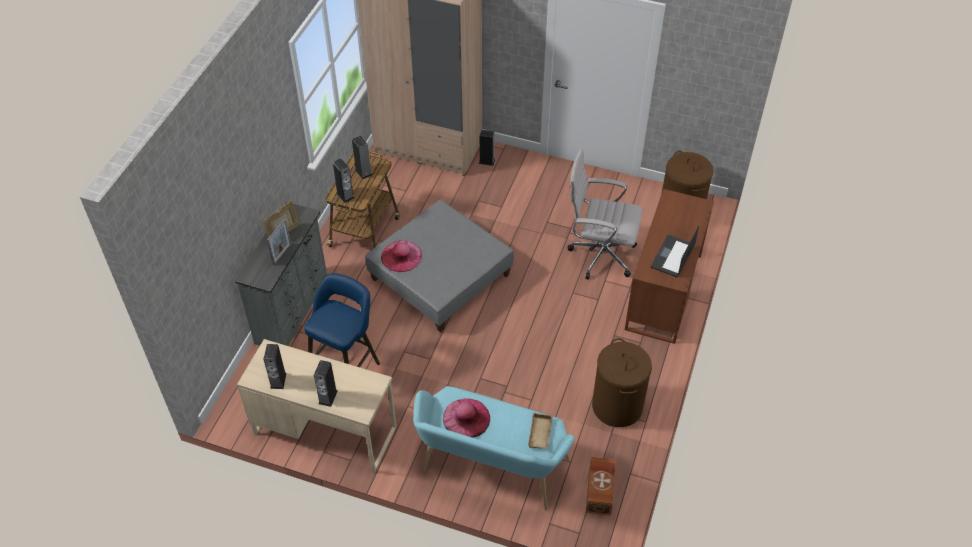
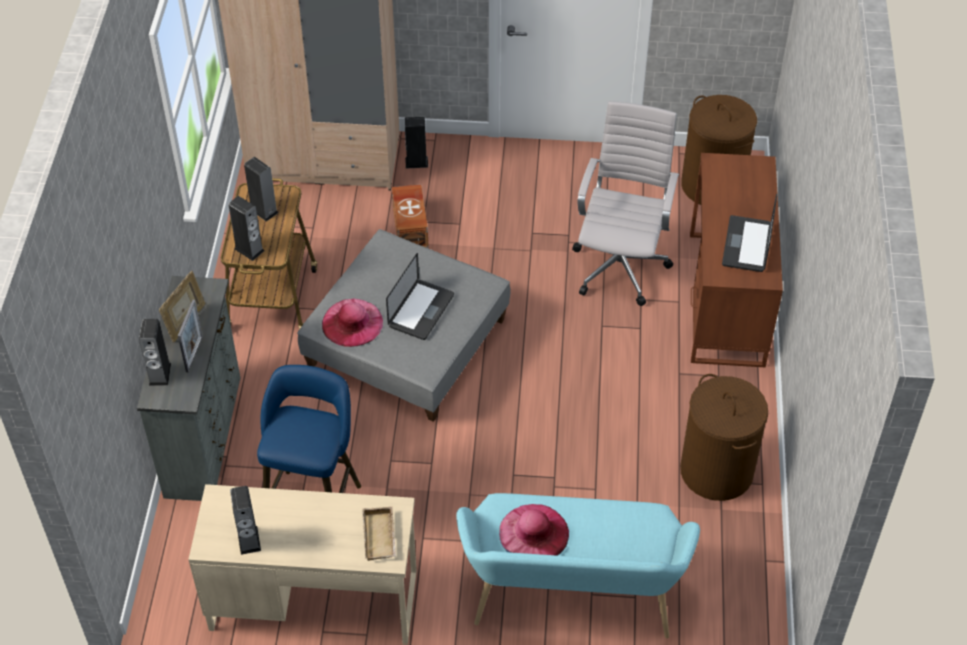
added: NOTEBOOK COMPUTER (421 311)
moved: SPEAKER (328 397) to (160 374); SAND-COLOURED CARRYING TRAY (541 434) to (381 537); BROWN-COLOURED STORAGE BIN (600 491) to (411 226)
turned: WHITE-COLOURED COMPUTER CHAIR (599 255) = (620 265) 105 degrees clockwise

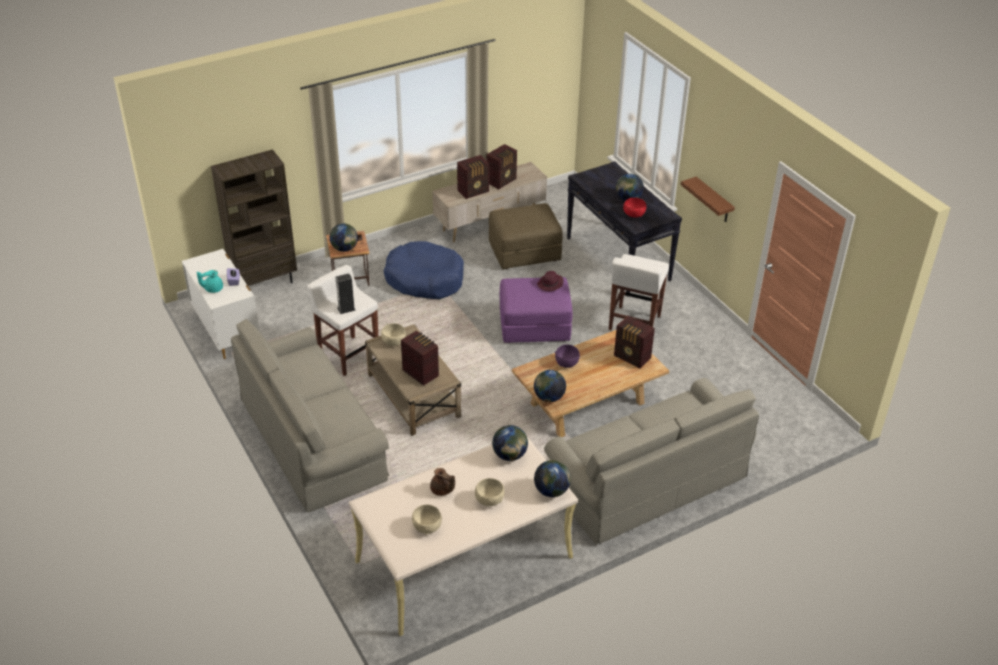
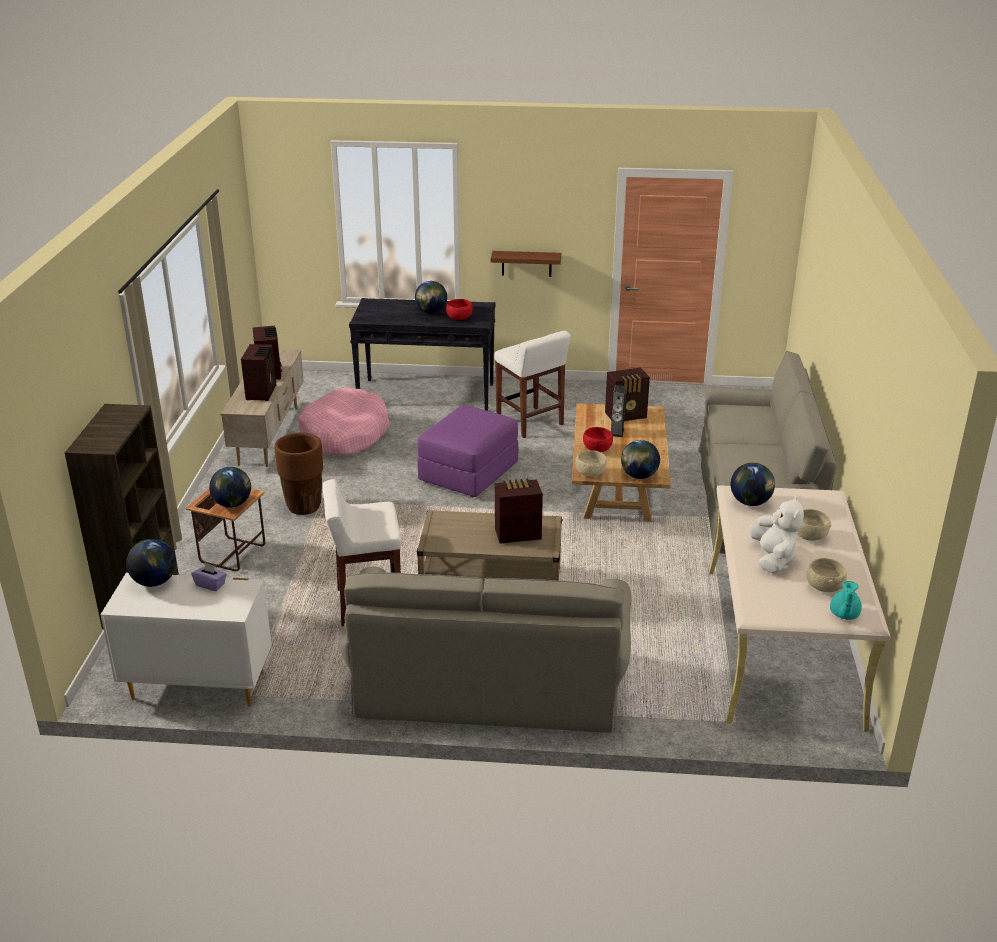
removed: PURPLISH WEARABLE HAT (550 284)
moved: BLUE-GREEN TEAPOT (213 289) to (844 614); SPEAKER (346 309) to (617 432); SAND-COLOURED BOWL (393 341) to (590 473); WORLD GLOBE (551 490) to (154 581)
replaced: BLUISH PET BED (424 279) to BROWN-COLOURED PLANTER (304 506); BROWN-COLOURED TEAPOT (442 490) to WHITE-COLOURED PLUSH TOY (772 559); BROWN-COLOURED OTTOMAN (524 252) to PINKISH PET BED (344 435)
recoloured: PURPLISH BOWL (566 363) to RED-COLOURED BOWL (597 449)

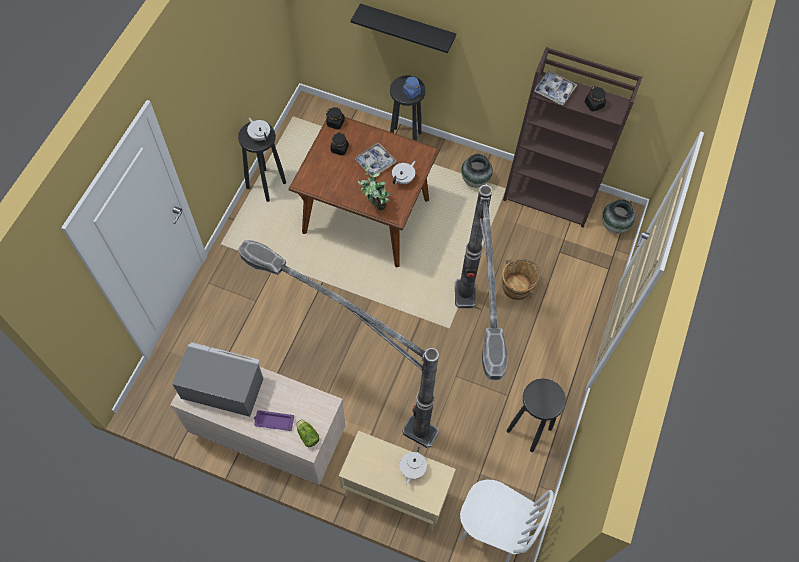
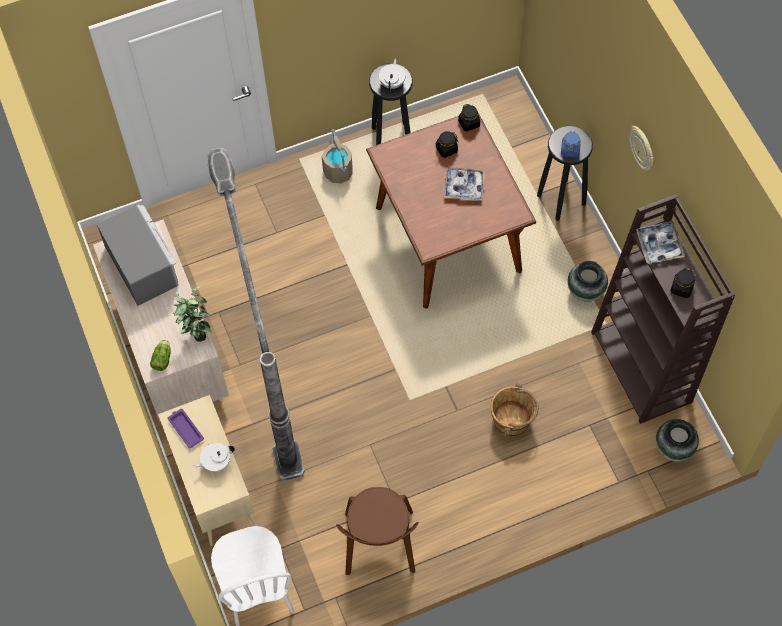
removed: BLACKISH WALL SHELF (407 28); WHITE-COLOURED TEAPOT (403 179); STANDARD LAMP (467 364)
added: SAND-COLOURED BUCKET (338 172); HANGING CLOCK (642 149)
moved: PURPLISH CARRYING TRAY (273 421) to (185 429); HOUSEPLANT (375 206) to (196 331)
replaced: BLACKISH STOOL SEAT (528 430) to BROWN-COLOURED PLAIN CHAIR (379 546)

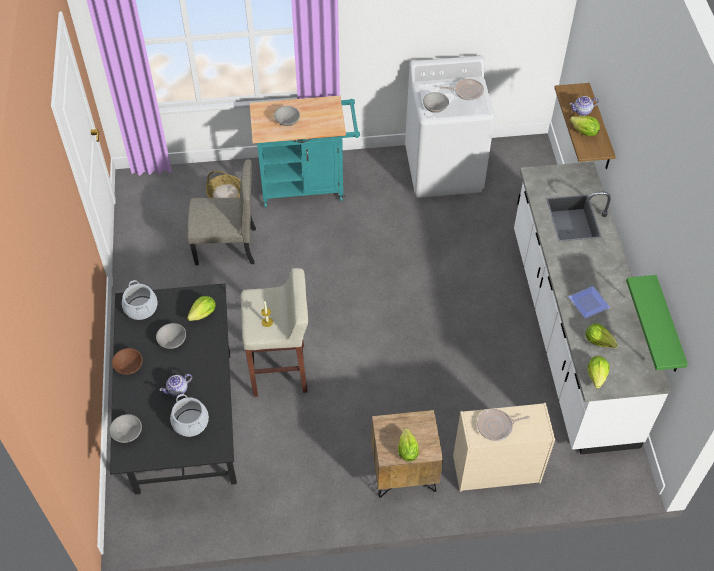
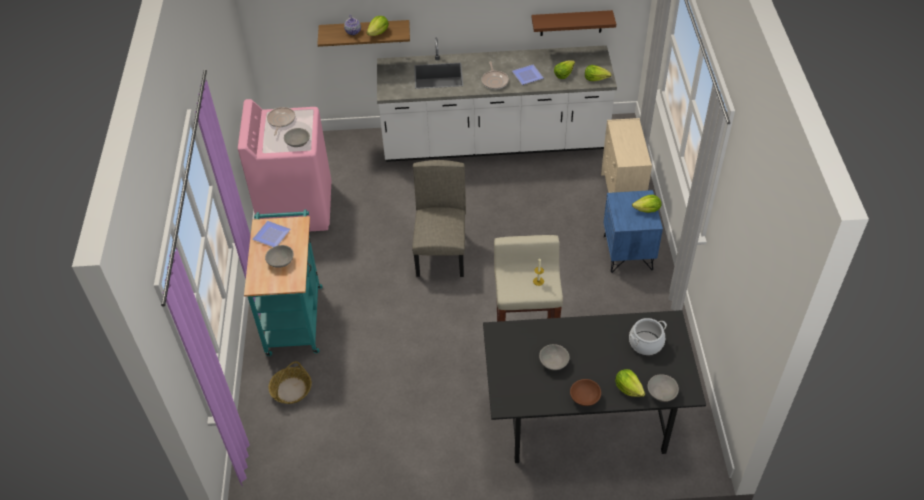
removed: SAUCEPOT (141 308); TEAPOT (177 390)
added: FLAT DISH (272 236)
moved: SAND-COLOURED PLAIN CHAIR (226 246) to (442 255); LETTUCE (203 314) to (628 388); SKILLET (496 426) to (494 81)
recoloured: BROWN-COLOURED NIGHT TABLE (404 472) to BLUISH NIGHT TABLE (628 253); WHITE-COLOURED WASHING MACHINE (444 169) to PINKISH WASHING MACHINE (296 207); GREEN-COLOURED WALL SHELF (667 327) to BROWN-COLOURED WALL SHELF (571 23)

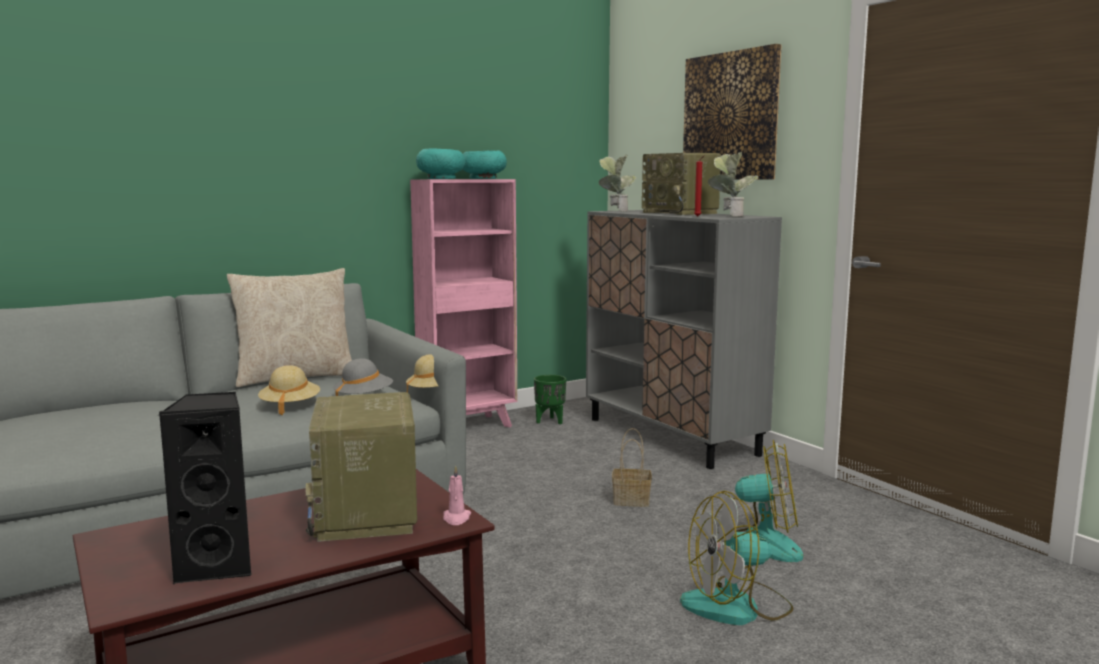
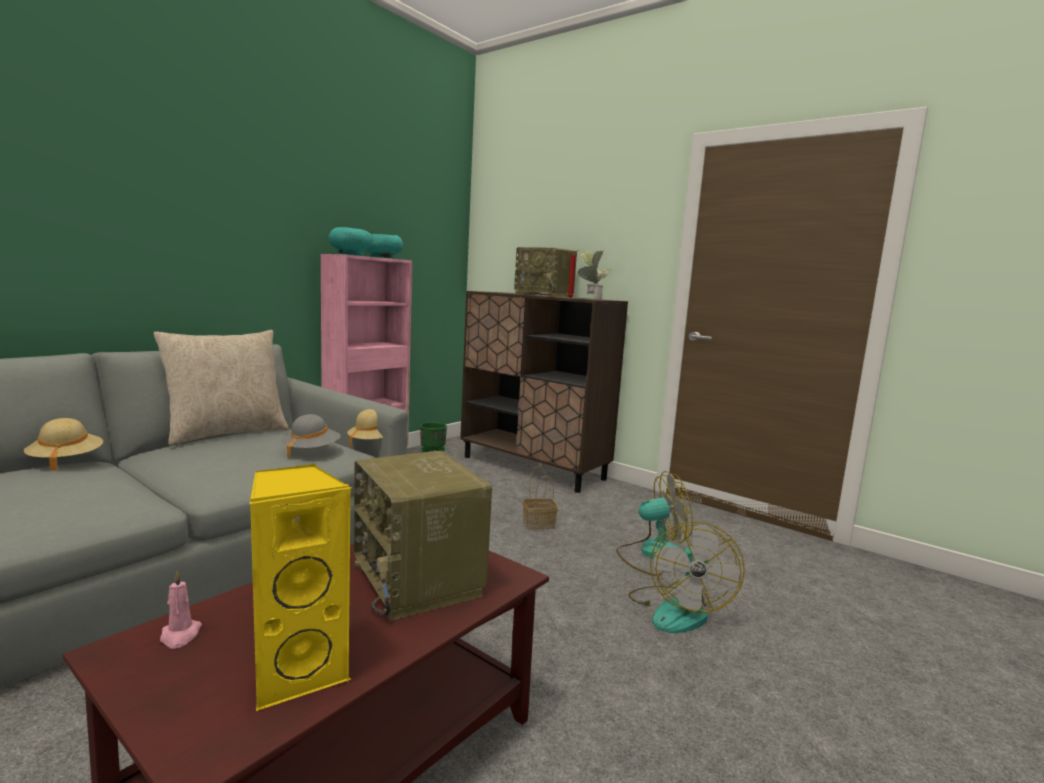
removed: HOUSEPLANT (615 211); PICTURE (731 116)
moved: SAND-COLOURED WEARABLE HAT (290 406) to (66 461); PINKISH WAX LIGHT (456 518) to (180 635)
recoloured: BLACKISH SPEAKER (218 566) to YELLOW-COLOURED SPEAKER (298 672); GREYISH CUPBOARD (671 436) to BROWN-COLOURED CUPBOARD (533 468)
turned: ELECTRIC FAN (737 606) = (678 610) 45 degrees counterclockwise

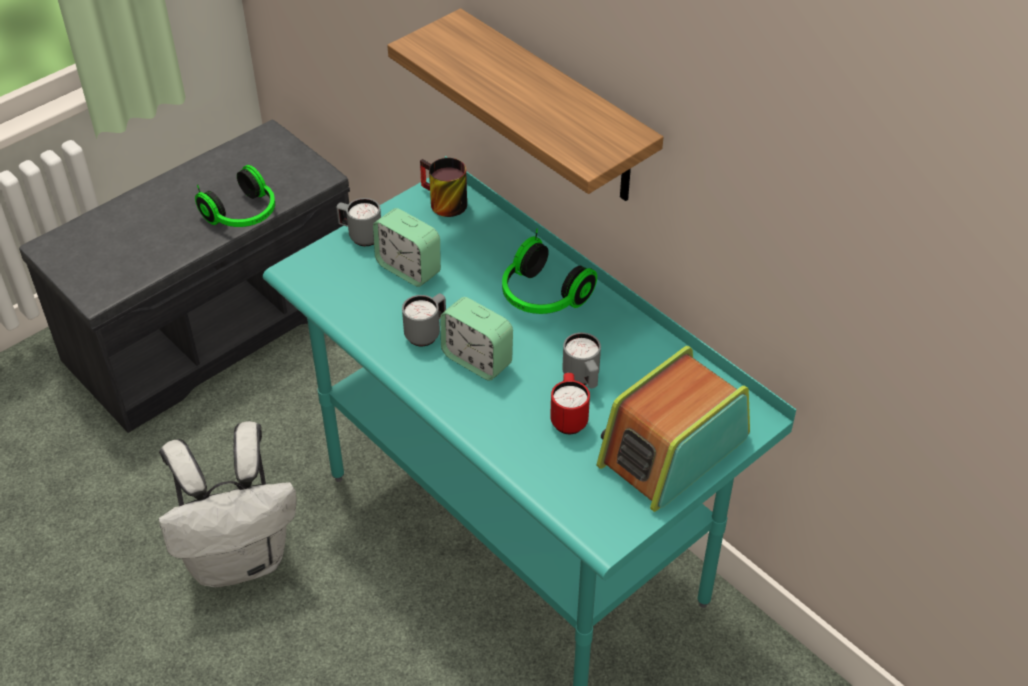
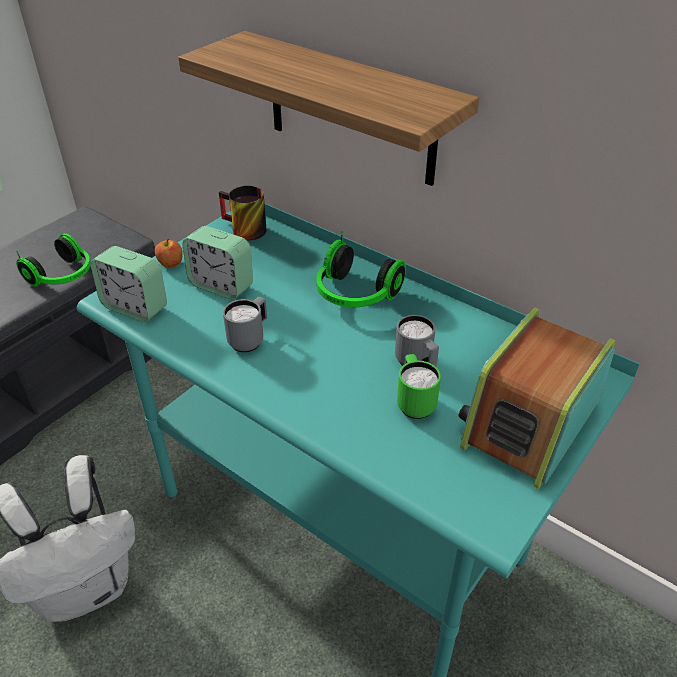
moved: TABLE CLOCK (477 360) to (135 307)
replaced: GREYISH MUG (360 236) to WHOLE APPLE (171 264)
recoloured: RED-COLOURED MUG (568 418) to GREEN-COLOURED MUG (414 402)

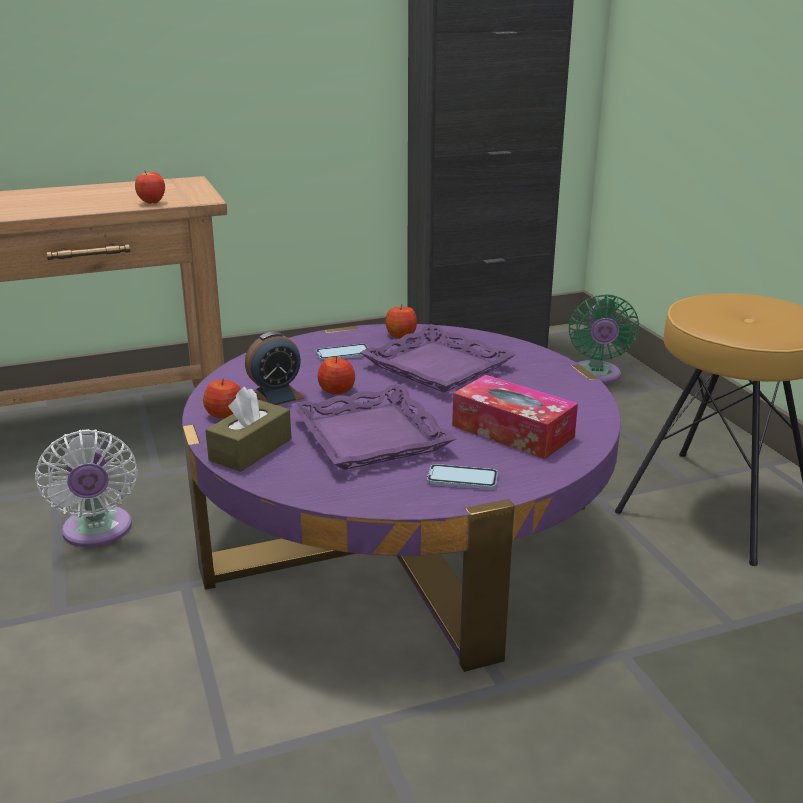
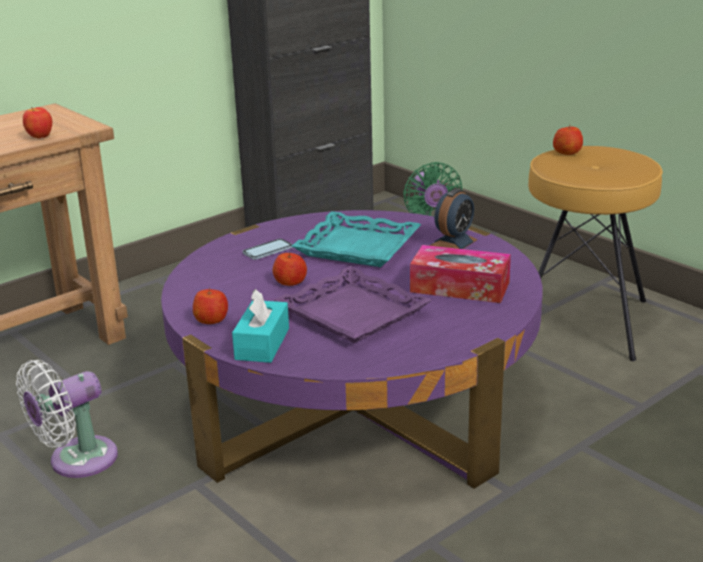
removed: TELEPHONE (462 479)
moved: TABLE CLOCK (275 396) to (453 242); WHOLE APPLE (401 335) to (567 152)
recoloured: BROWN-COLOURED BOX OF TISSUES (250 449) to BLUE-GREEN BOX OF TISSUES (262 344); PURPLISH CARRYING TRAY (436 367) to BLUE-GREEN CARRYING TRAY (357 247)
turned: WHITE-COLOURED ELECTRIC FAN (97 532) = (77 461) 90 degrees clockwise

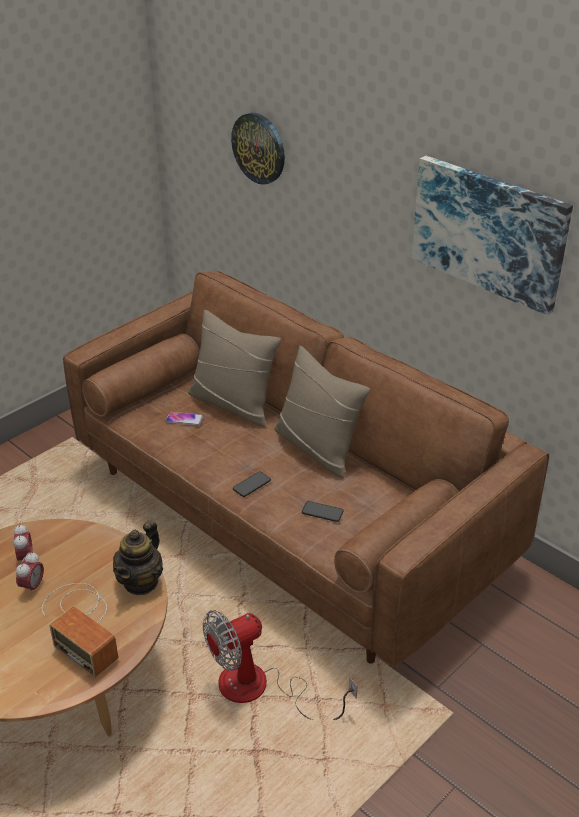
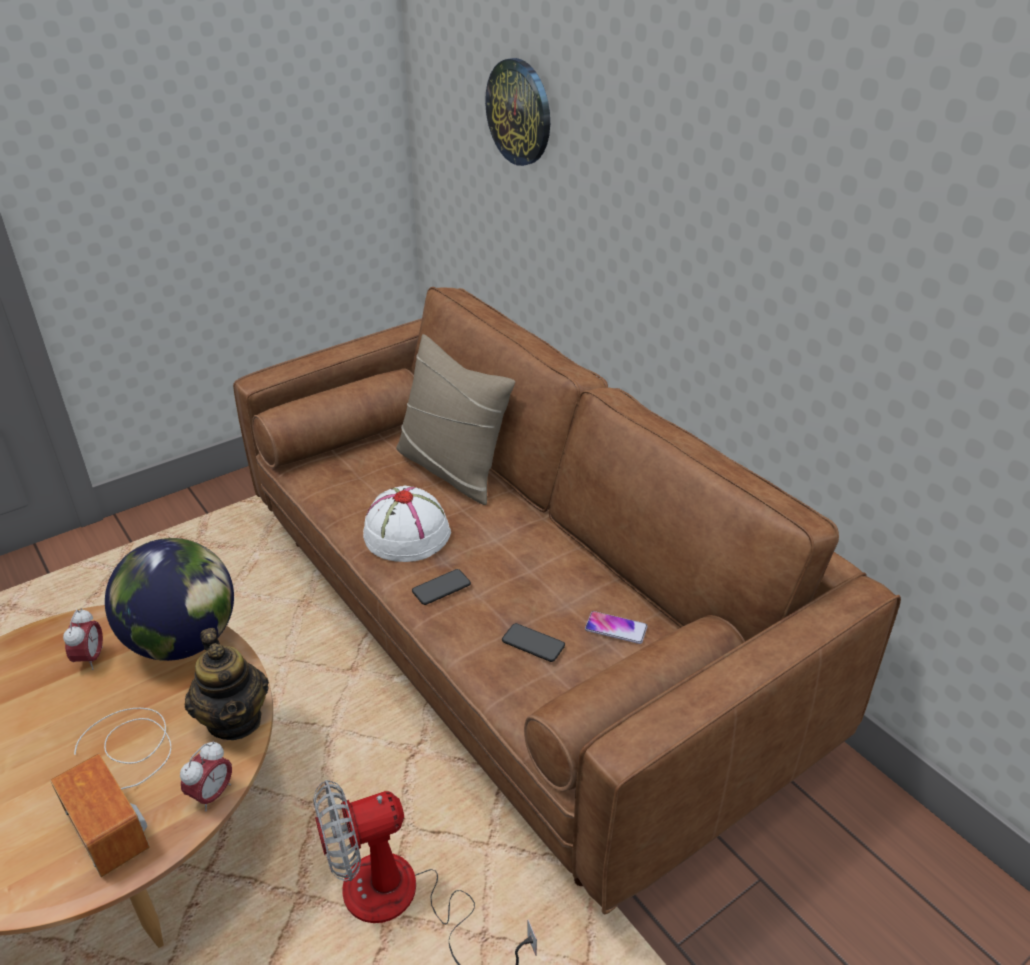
removed: SAND-COLOURED THROW PILLOW (317 448); PICTURE (489 232)
added: WORLD GLOBE (183 641); WHITE-COLOURED WEARABLE HAT (406 533)
moved: TABLE CLOCK (32 586) to (212 795); TELEPHONE (184 419) to (616 628)
turned: TEAPOT (141 582) = (235 719) 60 degrees counterclockwise

